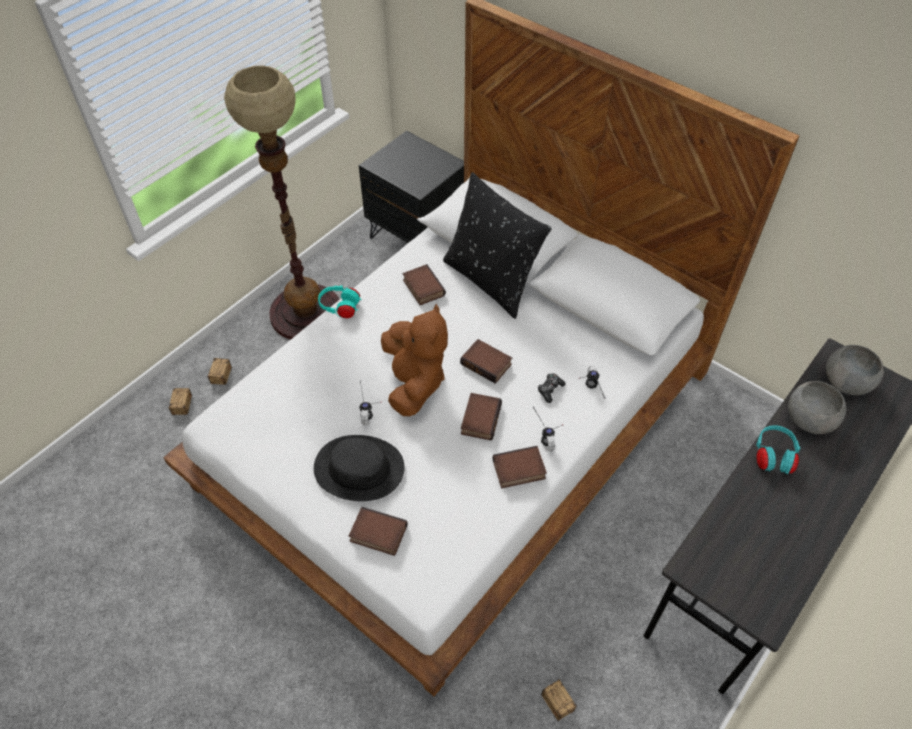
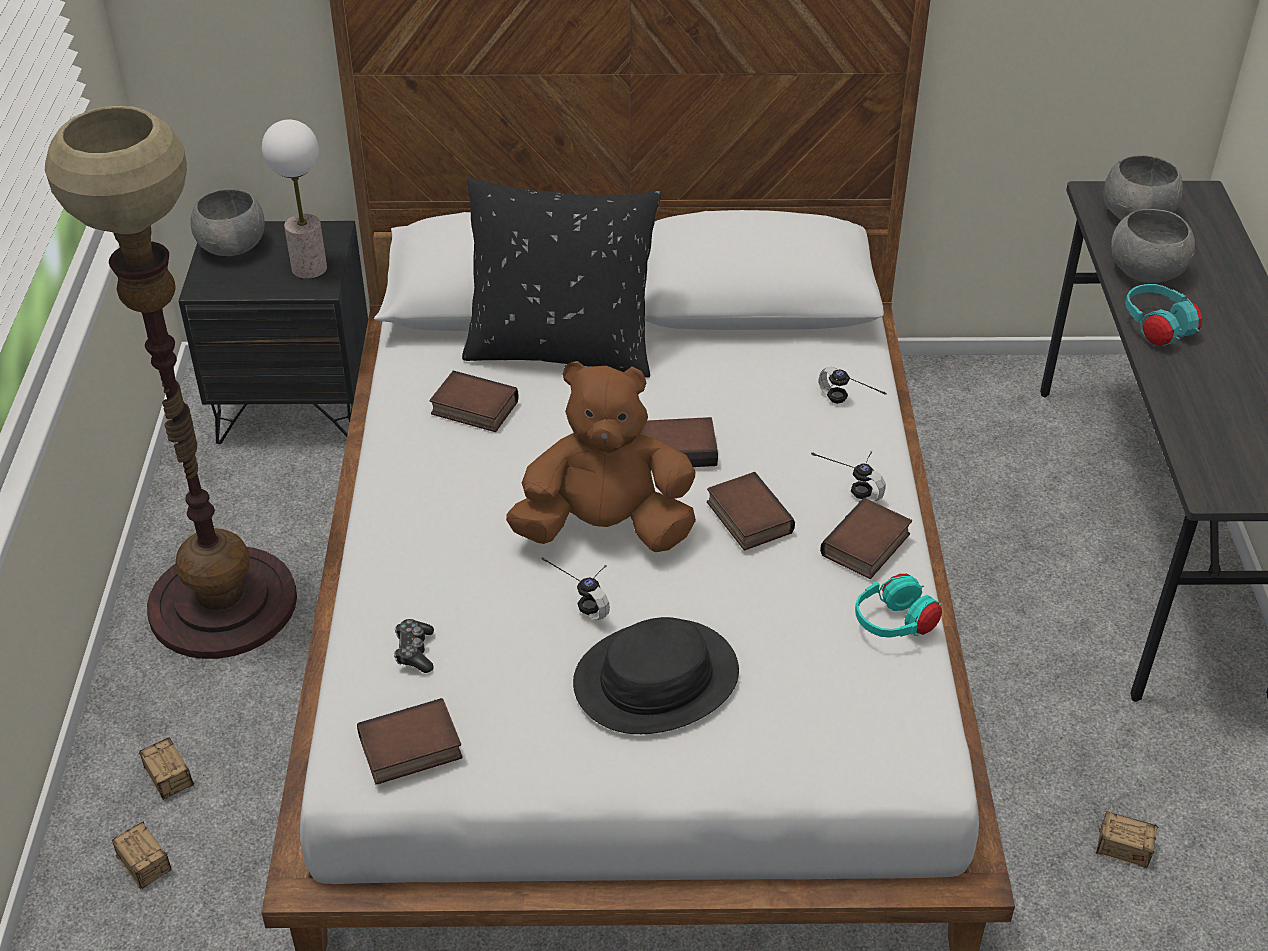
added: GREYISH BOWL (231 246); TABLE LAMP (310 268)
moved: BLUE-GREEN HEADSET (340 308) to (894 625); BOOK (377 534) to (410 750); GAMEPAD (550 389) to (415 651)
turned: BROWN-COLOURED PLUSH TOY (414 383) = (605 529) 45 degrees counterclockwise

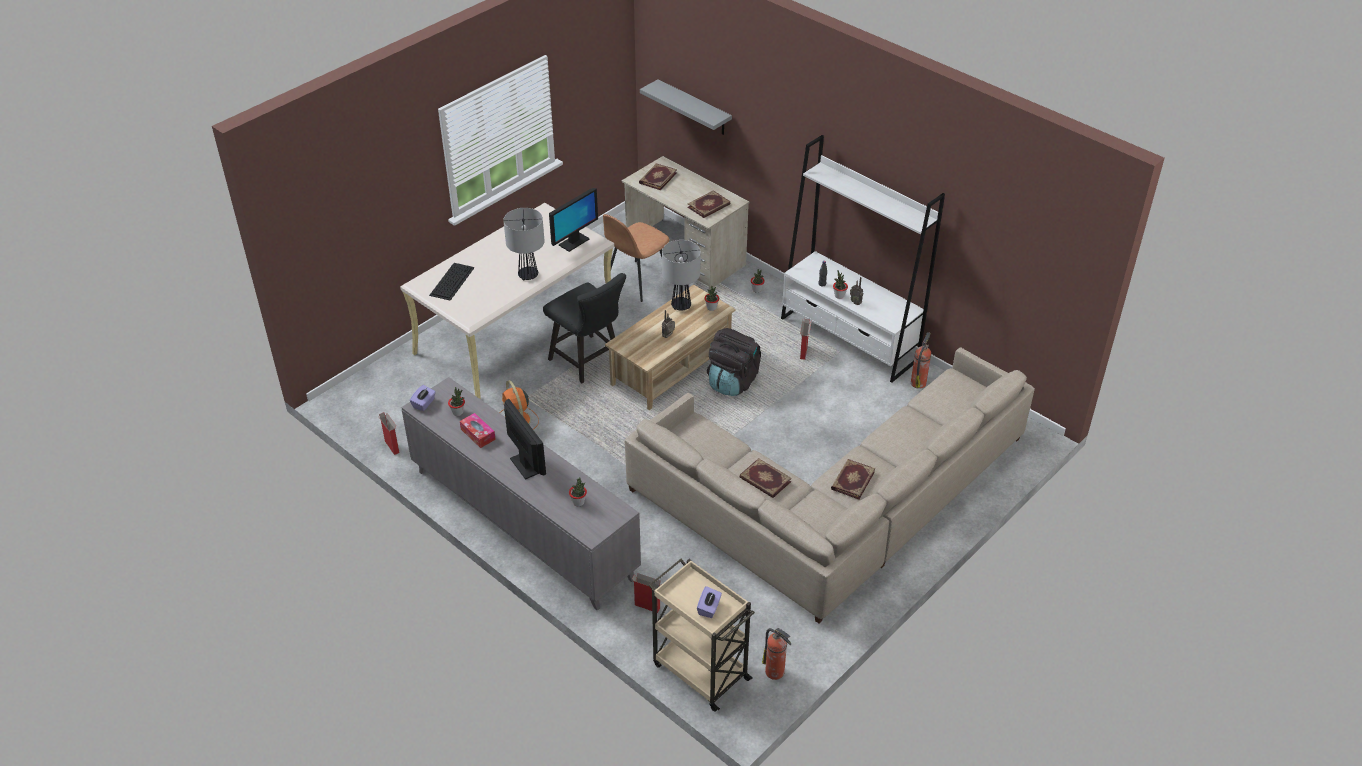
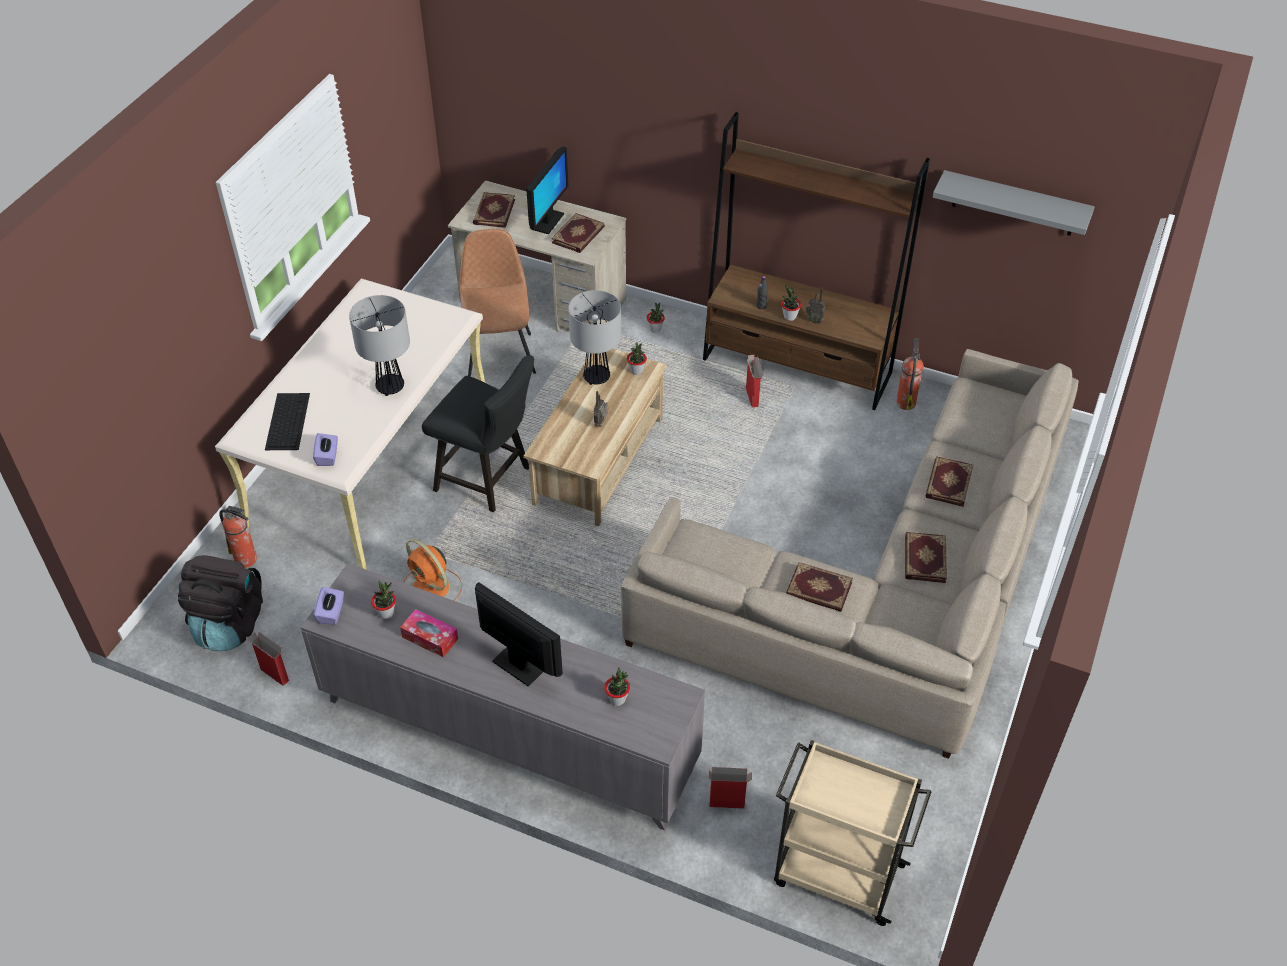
added: BOOK (948 483)
moved: COMPUTER SCREEN (573 242) to (547 222); GREYISH WALL SHELF (694 108) to (1014 204); PURPLISH BOX OF TISSUES (709 608) to (328 456); BLACKISH RUCKSACK (732 381) to (229 624); FIRE-FIGHTING CYLINDER (775 672) to (247 559)
recoloured: WHITE-COLOURED BOOKSHELF (849 339) to BROWN-COLOURED BOOKSHELF (797 366)
turned: BROWN-COLOURED PLAIN CHAIR (637 282) = (499 354) 150 degrees clockwise

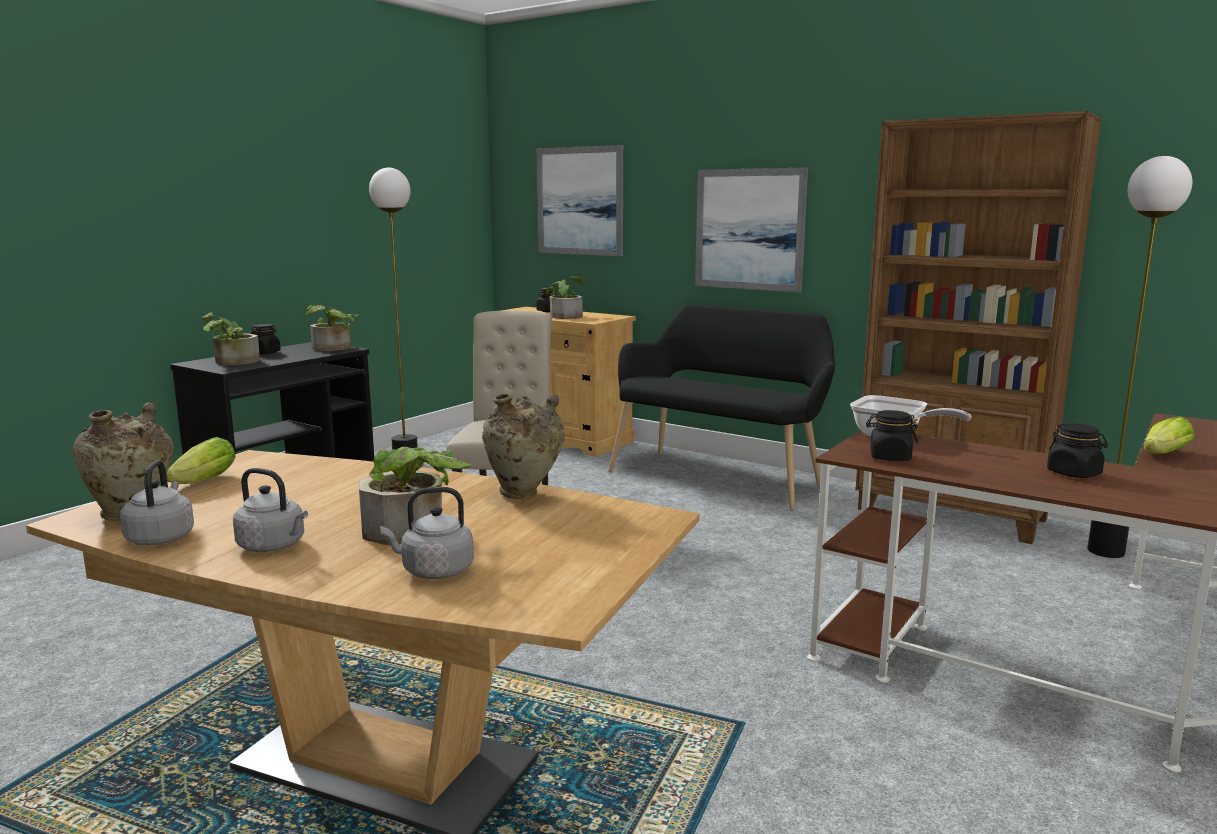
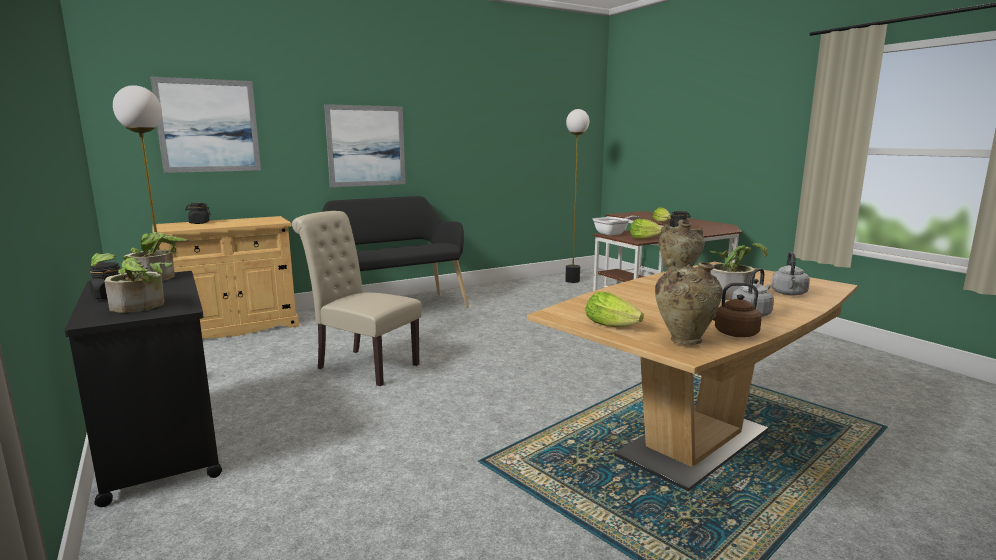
removed: HOUSEPLANT (564 316); BROWN-COLOURED BOOKSHELF (952 515)
replaced: BLACKISH JAR (889 457) to LETTUCE (644 238)
recoloured: GREYISH WATER KETTLE (161 537) to BROWN-COLOURED WATER KETTLE (733 333)

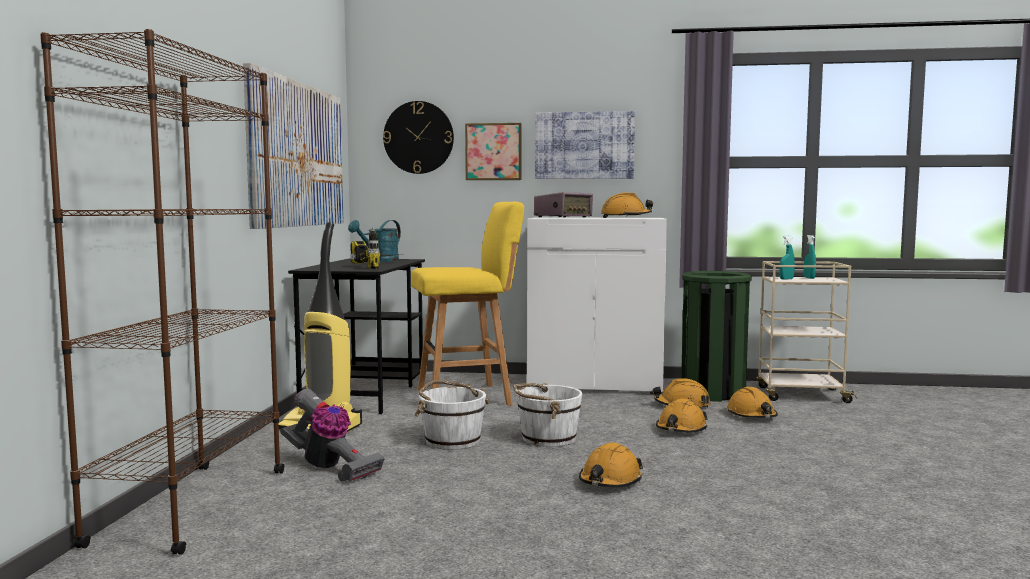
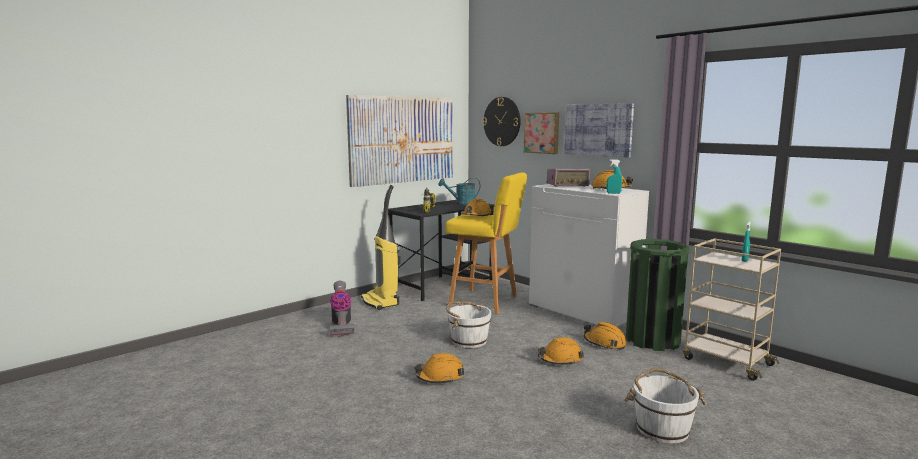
removed: BROWN-COLOURED BOOKSHELF (191 506)
moved: WHITE-COLOURED BUCKET (452 440) to (662 428); ORANGE-COLOURED SAFETY HELMET (752 416) to (476 216); BLUE-GREEN SPRAY BOTTLE (786 279) to (613 193)

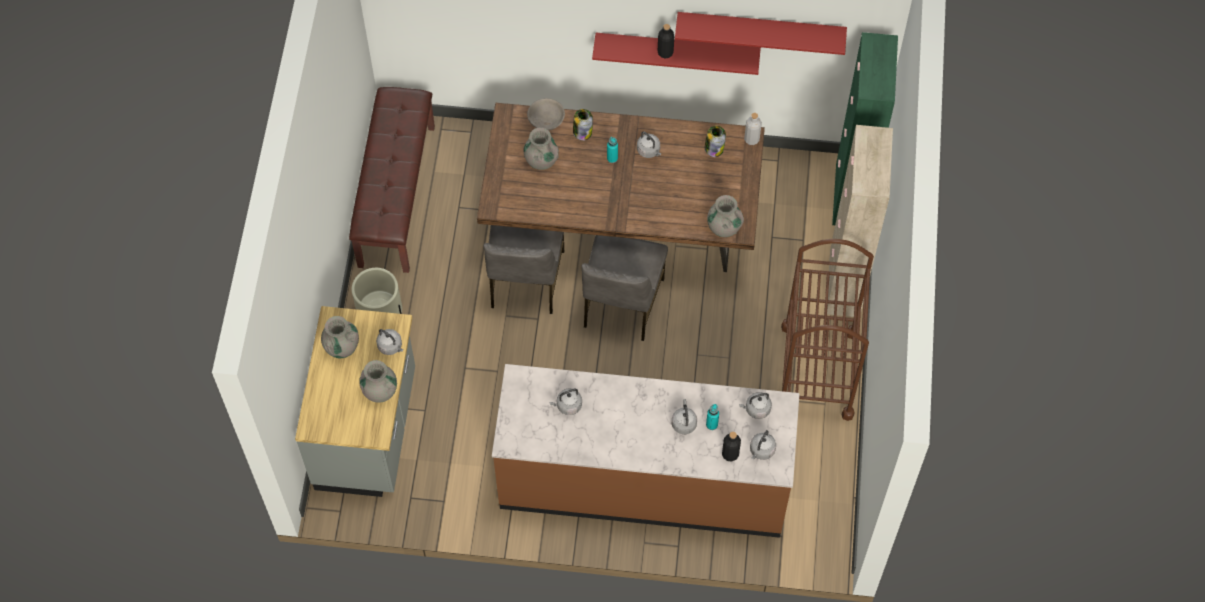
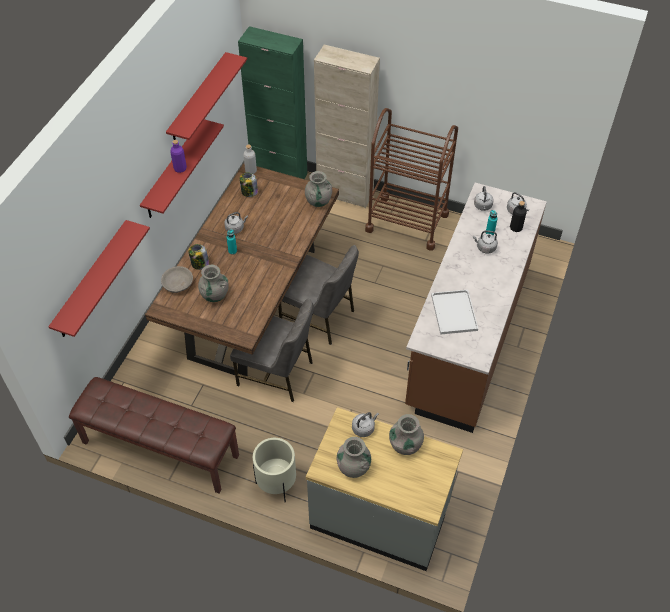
added: RED-COLOURED WALL SHELF (92 280)
replaced: GREYISH WATER KETTLE (567 406) to WHITE-COLOURED CARRYING TRAY (455 313)
recoloured: BLACKISH BOTTLE (665 52) to PURPLISH BOTTLE (180 168)

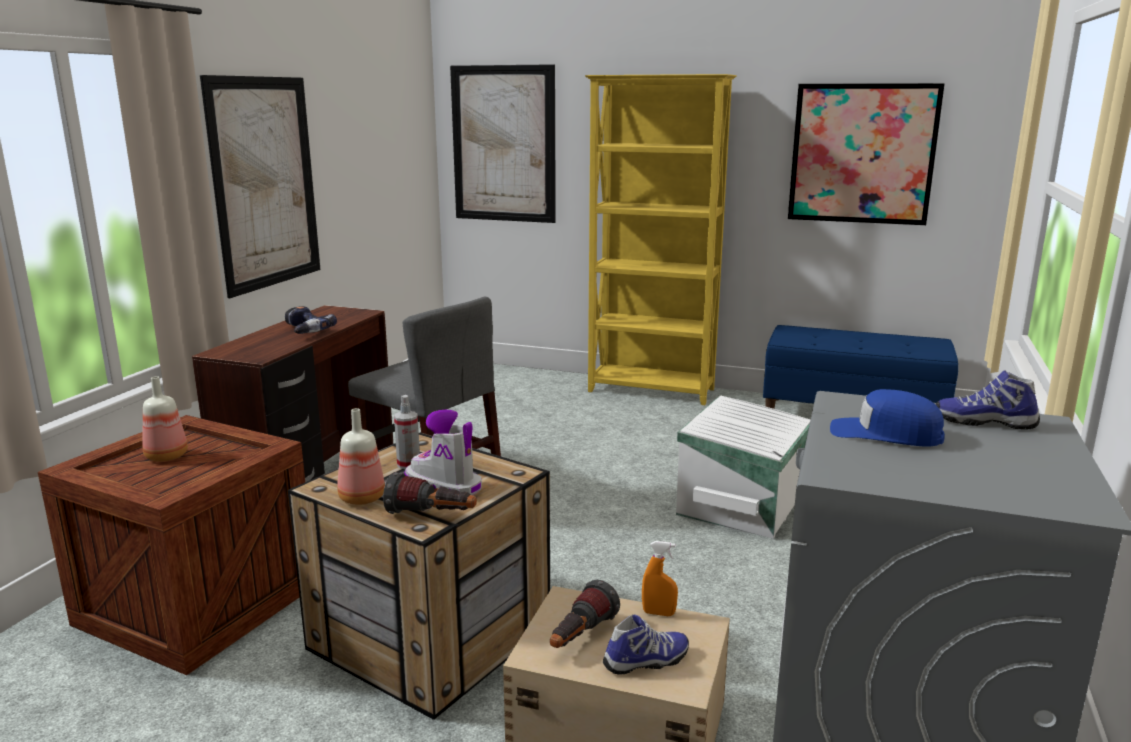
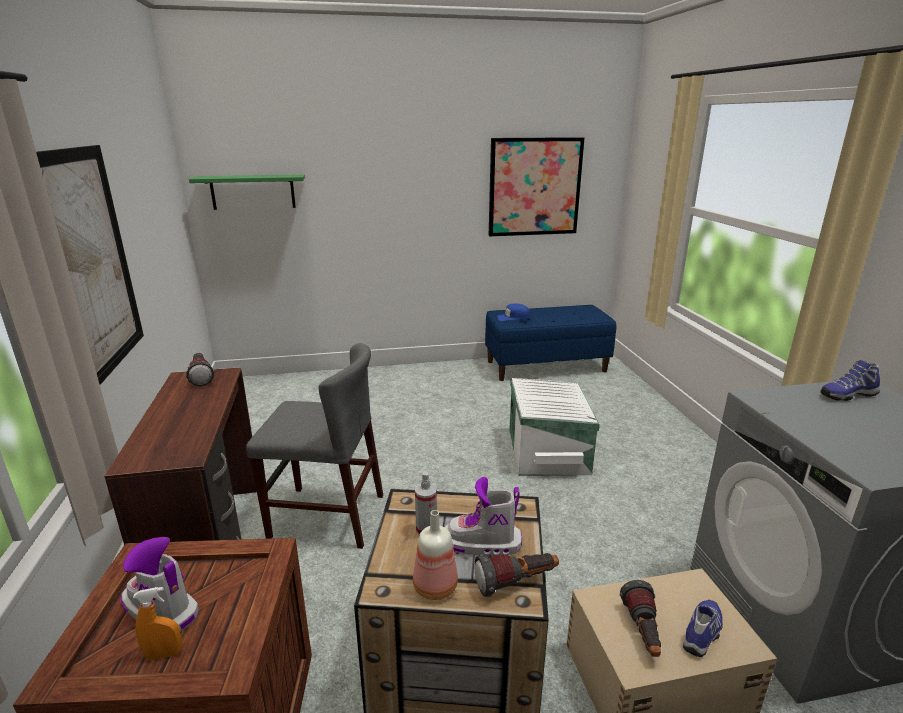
removed: POWER DRILL (304 331); YELLOW-COLOURED BOOKSHELF (652 391)
added: HAND TORCH (201 376)
moved: ORANGE-COLOURED SPRAY BOTTLE (658 613) to (164 654); BLUISH PEAKED CAP (885 434) to (513 317)
replaced: BOTTLE (165 457) to TALL BOOT (160 610); PICTURE (503 144) to GREEN-COLOURED WALL SHELF (253 192)

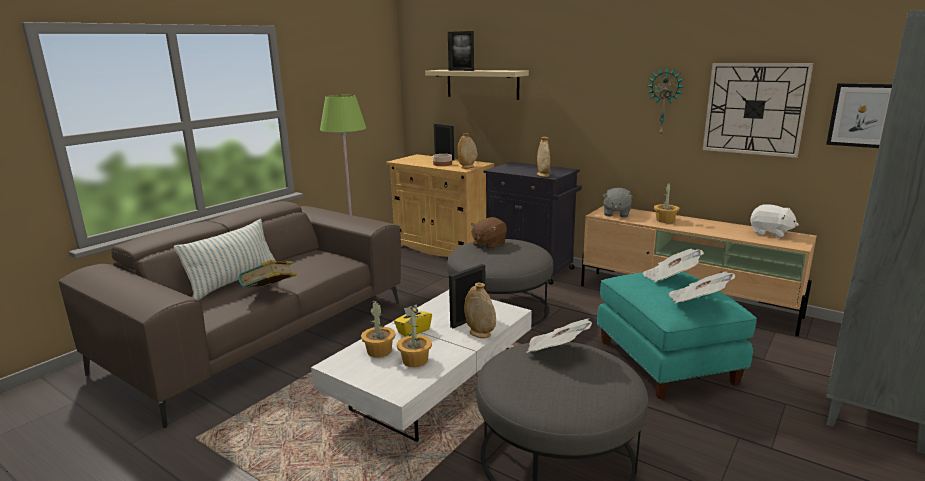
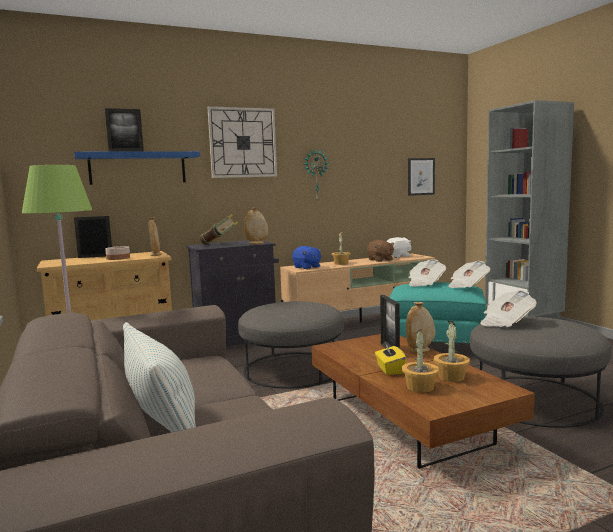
moved: BOOK (270 292) to (219 244); BROWN-COLOURED PLUSH TOY (488 244) to (380 260); HANGING CLOCK (754 109) to (243 142)
recoloured: WHITE-COLOURED LOUNGE TABLE (432 386) to BROWN-COLOURED LOUNGE TABLE (405 421); SAND-COLOURED WALL SHELF (482 84) to BLUISH WALL SHELF (138 168); GREYISH PLUSH TOY (616 213) to BLUISH PLUSH TOY (307 267)

